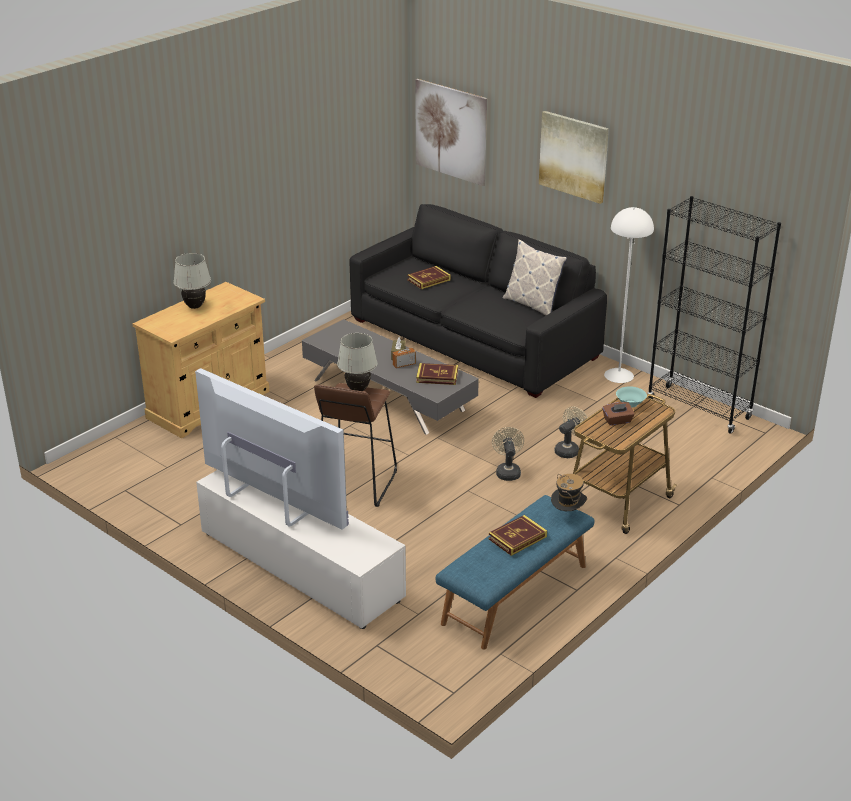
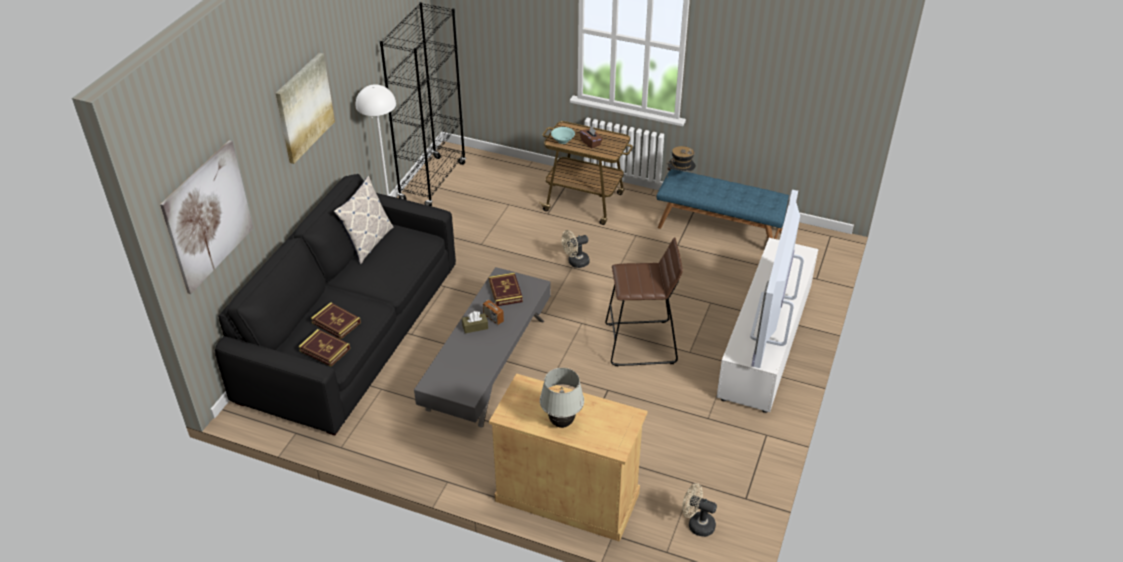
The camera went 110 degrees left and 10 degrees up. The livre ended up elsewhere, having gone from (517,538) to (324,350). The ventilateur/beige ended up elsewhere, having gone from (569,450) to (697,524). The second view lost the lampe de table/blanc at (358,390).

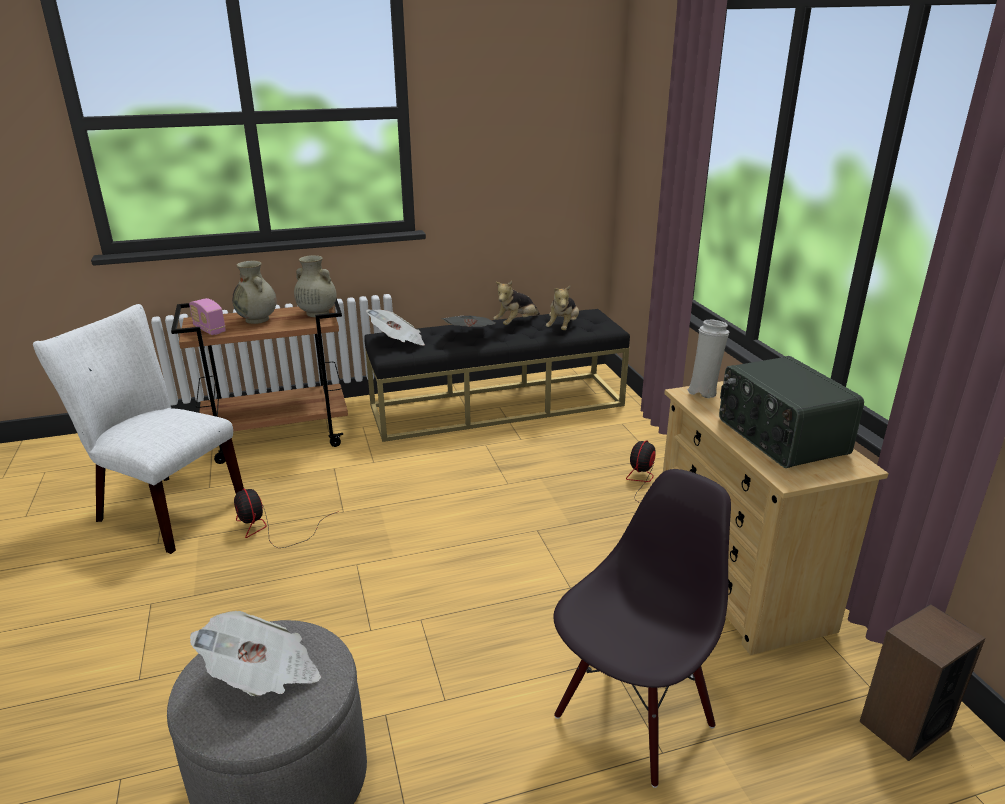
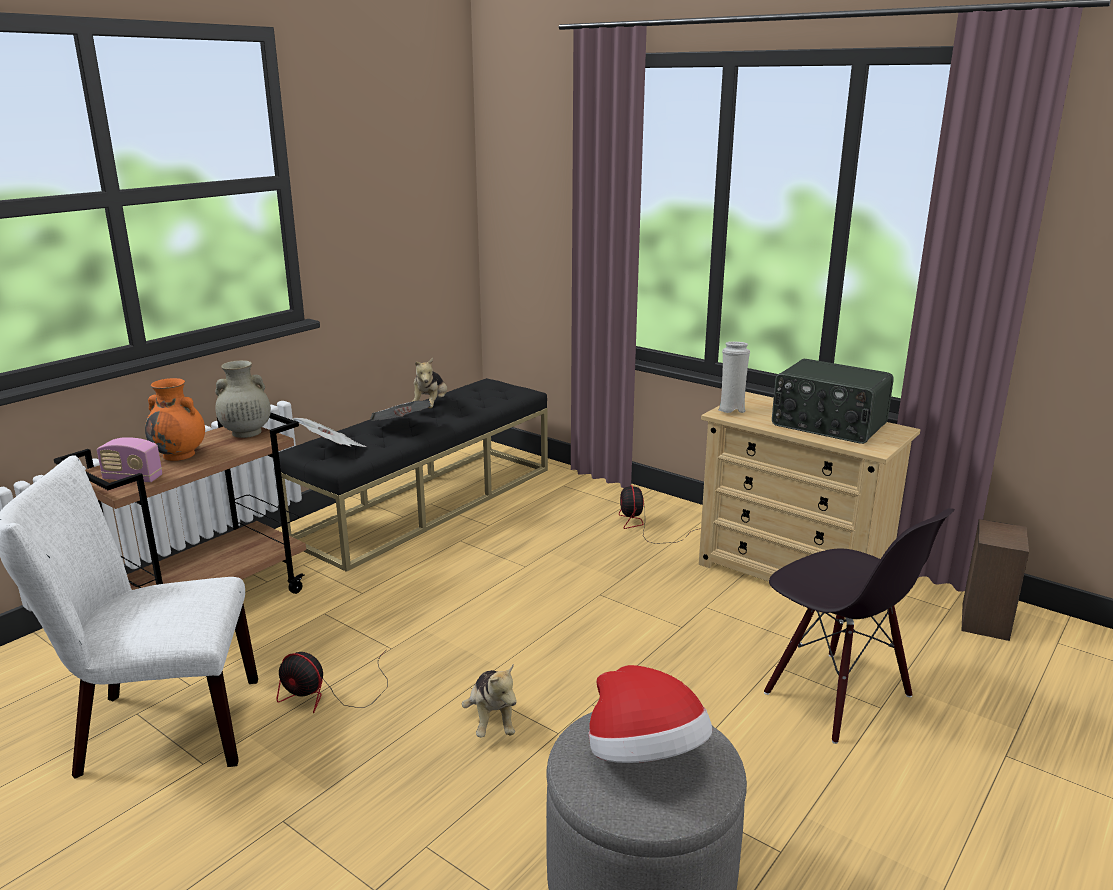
The camera went 35 degrees left and 5 degrees down. What was the vase/beige at (257,320) turned into the vase/orange at (180,455). The peluche ended up elsewhere, having gone from (563,327) to (491,721). Where the journal stood at (263,676), the chapeau came to stand at (645,757). The chaise/noir at (632,718) ended up facing another way, 135 degrees clockwise from before.

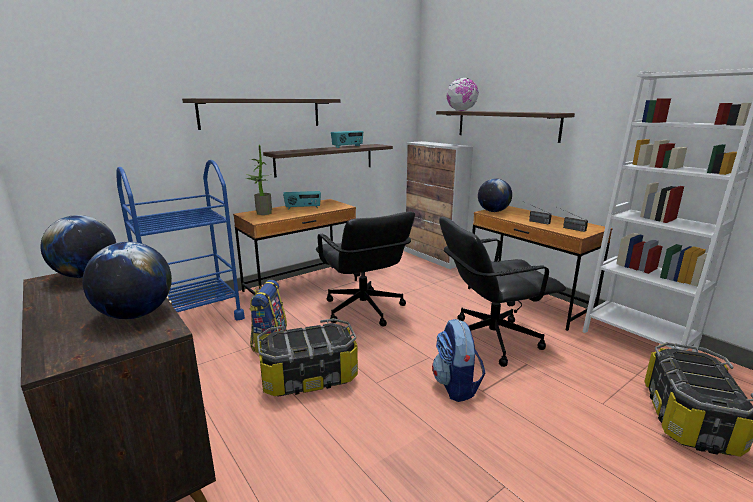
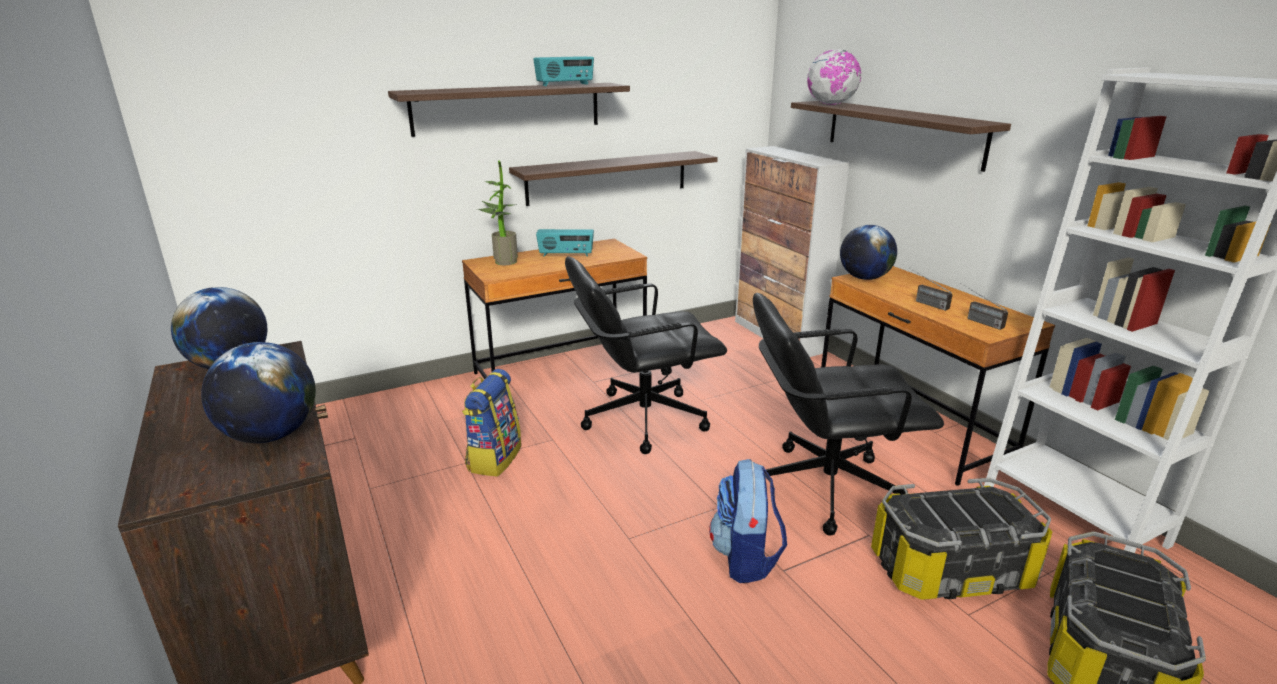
The camera went 10 degrees right and 5 degrees up. The radio ended up elsewhere, having gone from (347,146) to (565,85). The chaise de bureau/noir at (363,309) ended up facing another way, 90 degrees clockwise from before. The boîte de rangement ended up elsewhere, having gone from (309,377) to (950,568). The second view lost the chariot/bleu at (193,318).

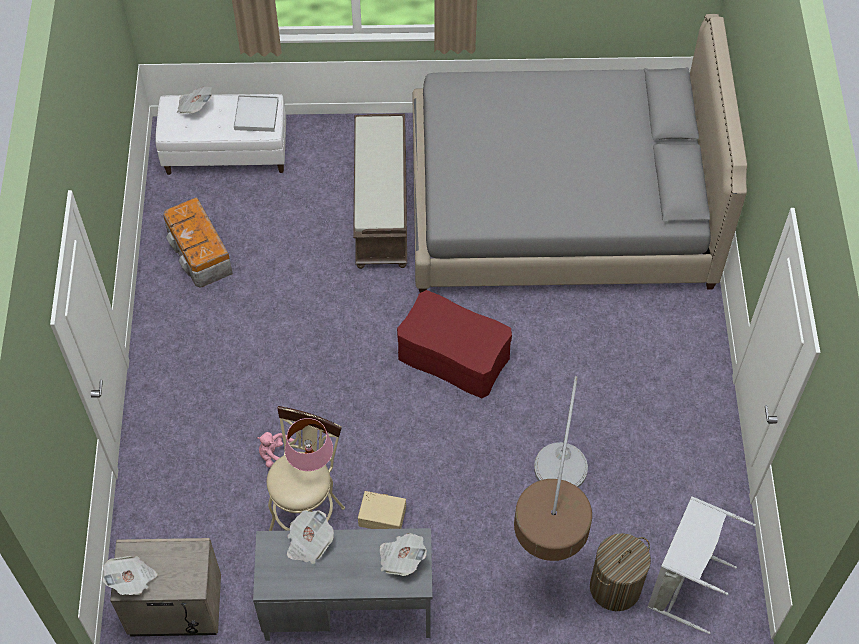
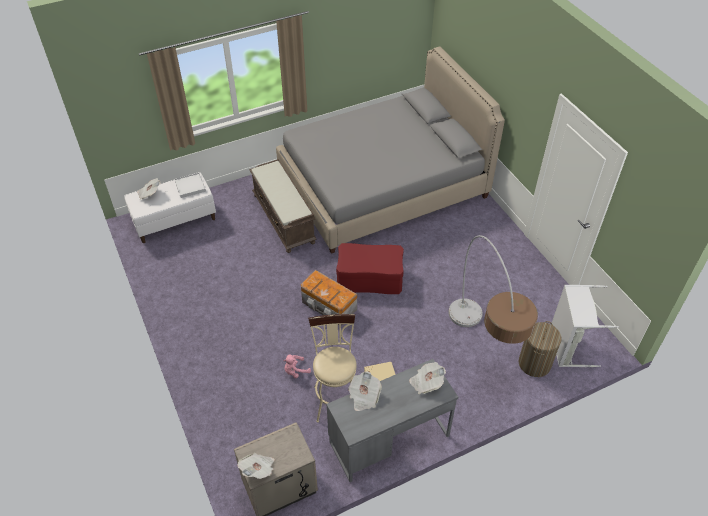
The camera went 25 degrees left and 10 degrees down. The boîte de rangement ended up elsewhere, having gone from (200,254) to (329,306). The second view lost the lampe de table/rose at (310,463).

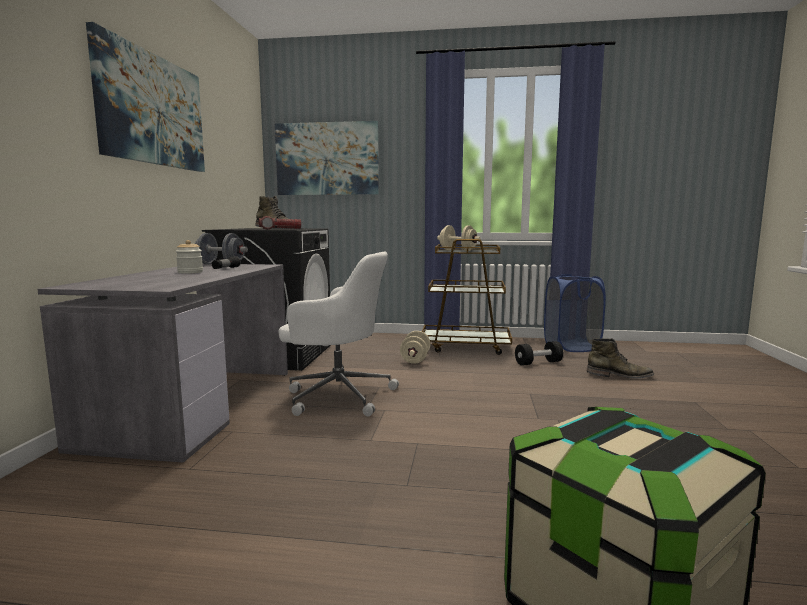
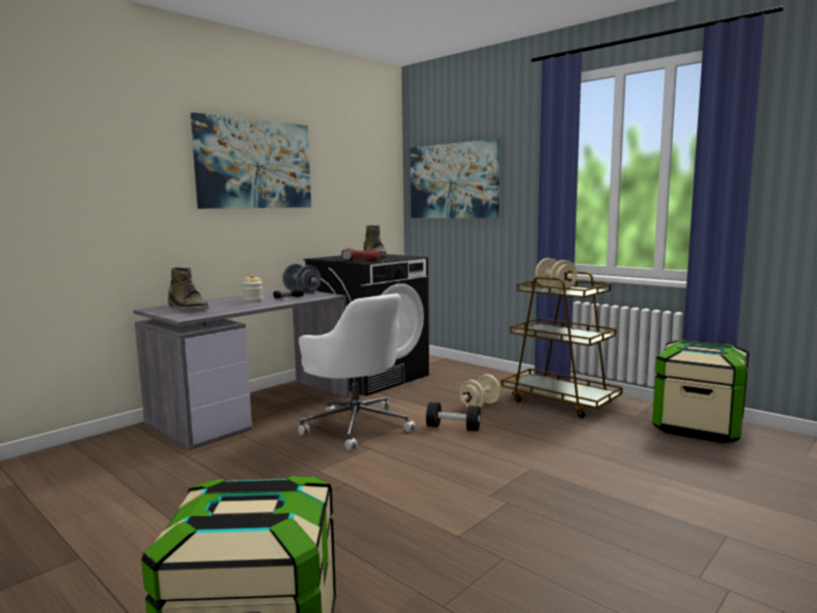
The camera went 35 degrees right and 0 degrees up. The botte/vert ended up elsewhere, having gone from (619,376) to (188,308). The haltère/noir ended up elsewhere, having gone from (538,363) to (453,428). Where the panier à linge/bleu stood at (571,347), the boîte de rangement came to stand at (697,427).

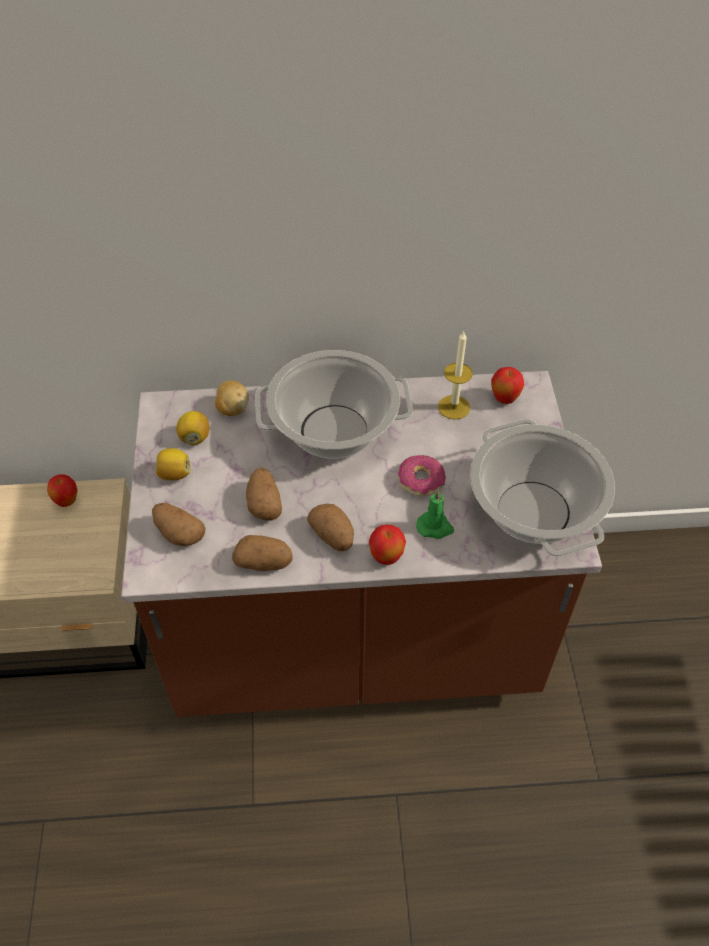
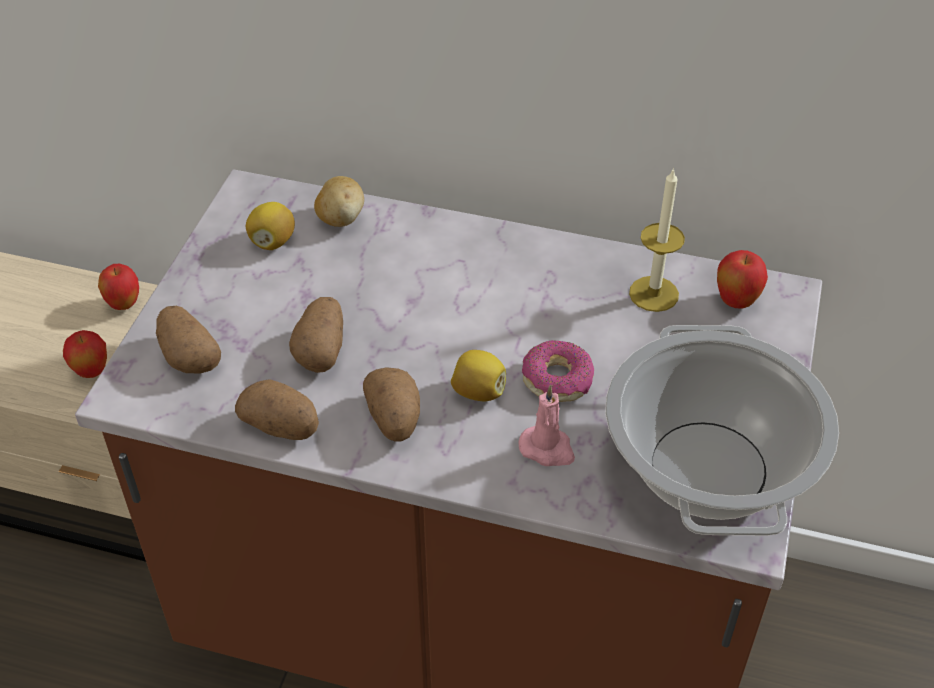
The camera went 20 degrees right and 5 degrees down. The pomme ended up elsewhere, having gone from (386,557) to (92,372). The citron ended up elsewhere, having gone from (174,474) to (478,391). What was the bougie/vert at (435,527) turned into the bougie/rose at (548,449). The second view lost the marmite at (333,432).

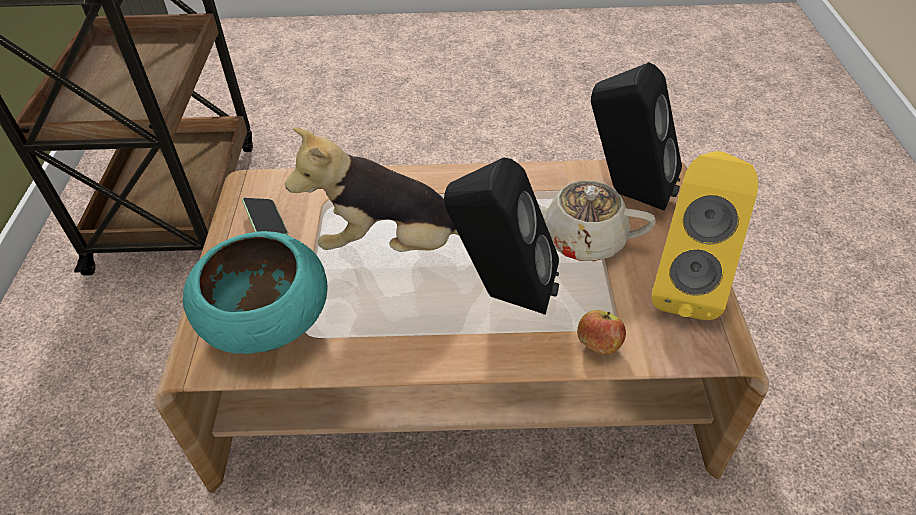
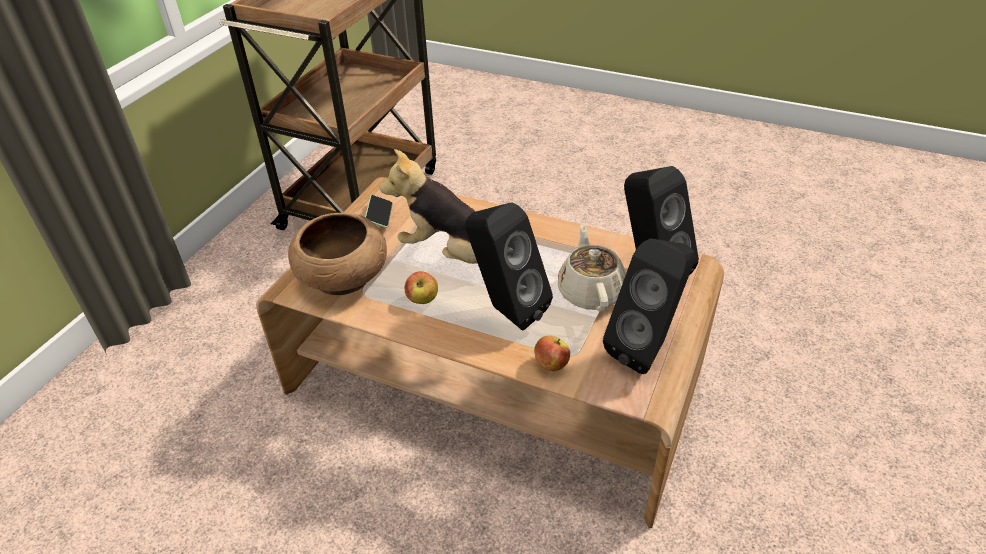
The camera went 25 degrees right and 5 degrees down. What was the bol/turquoise at (267,323) turned into the bol/marron at (343,278). The second view gained the pomme at (422,299). The théière/beige at (581,239) ended up facing another way, 45 degrees clockwise from before. What was the enceinte/jaune at (685,286) turned into the enceinte/noir at (647,348).

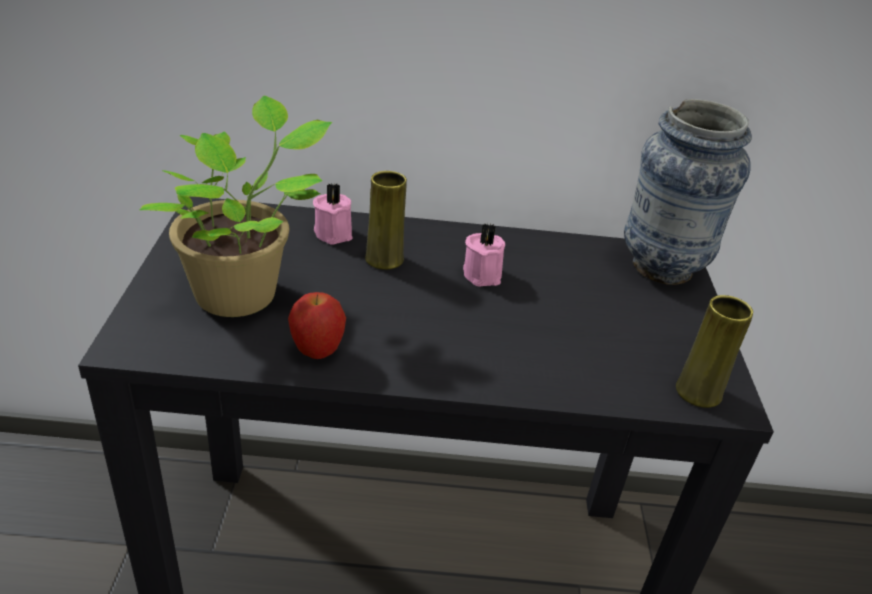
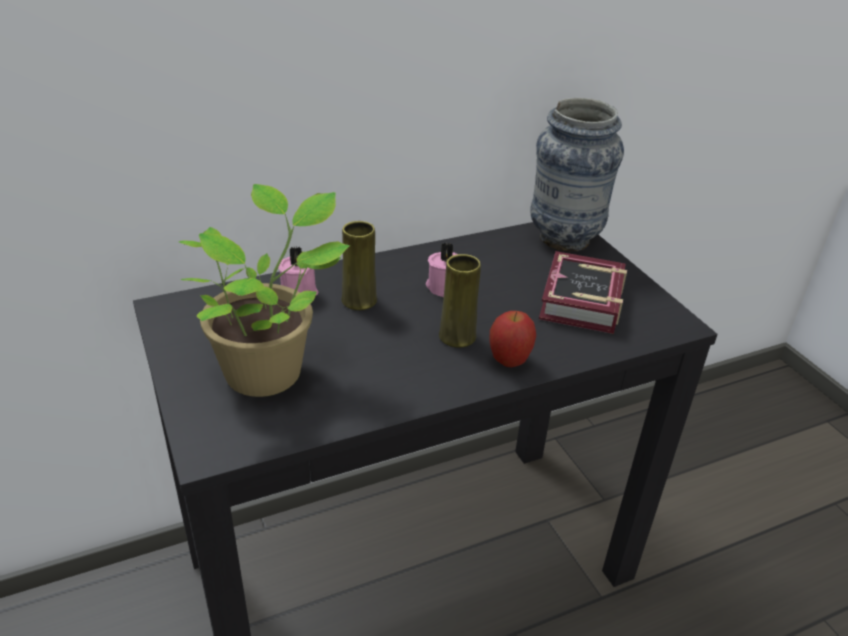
The camera went 25 degrees left and 0 degrees up. The vase/jaune ended up elsewhere, having gone from (698,392) to (457,336). The pomme ended up elsewhere, having gone from (317,352) to (509,361). The second view gained the livre at (578,303).

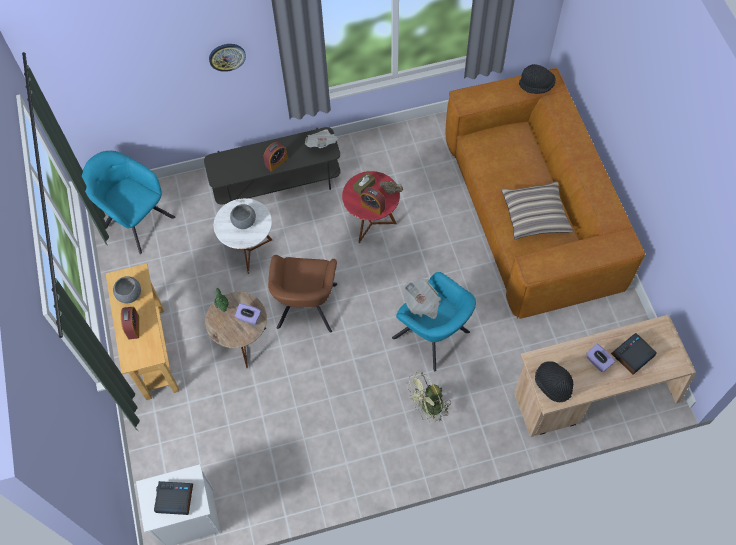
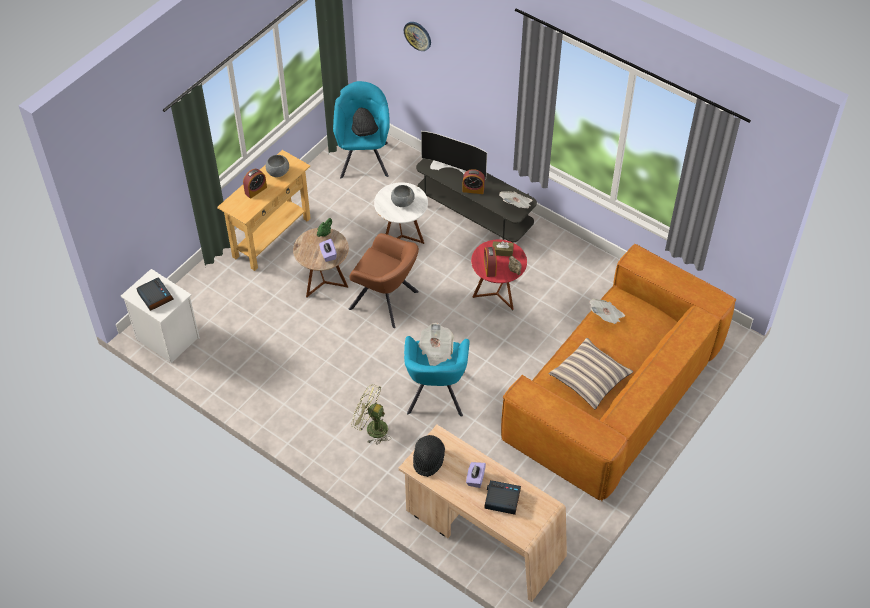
The camera went 50 degrees right and 10 degrees down. The fauteuil/marron at (307,308) ended up facing another way, 120 degrees counterclockwise from before. The chapeau/noir ended up elsewhere, having gone from (536,86) to (364,131). The horloge murale ended up elsewhere, having gone from (227,56) to (418,35). The second view gained the téléviseur at (455,168). The second view gained the journal at (606,317).

